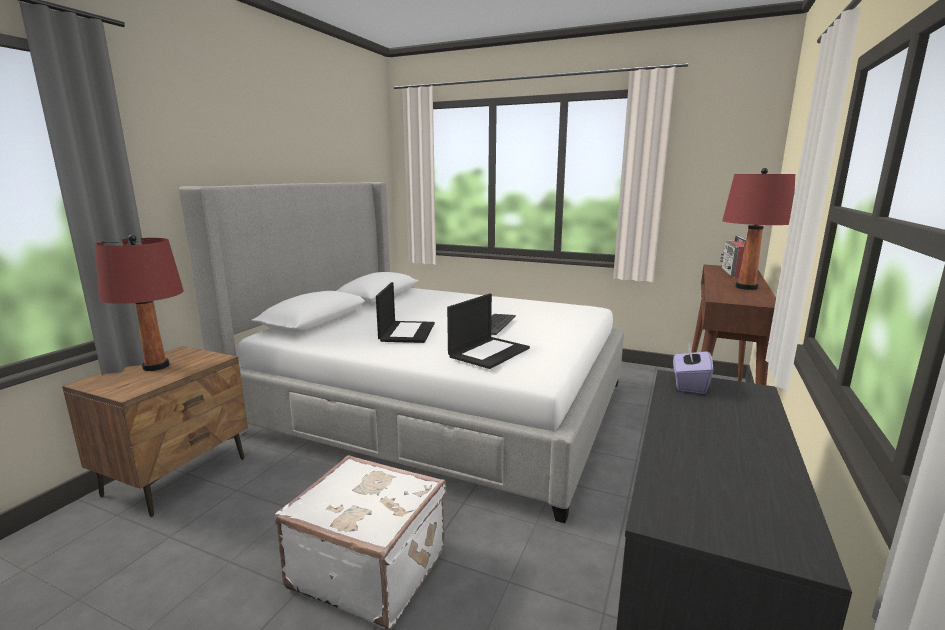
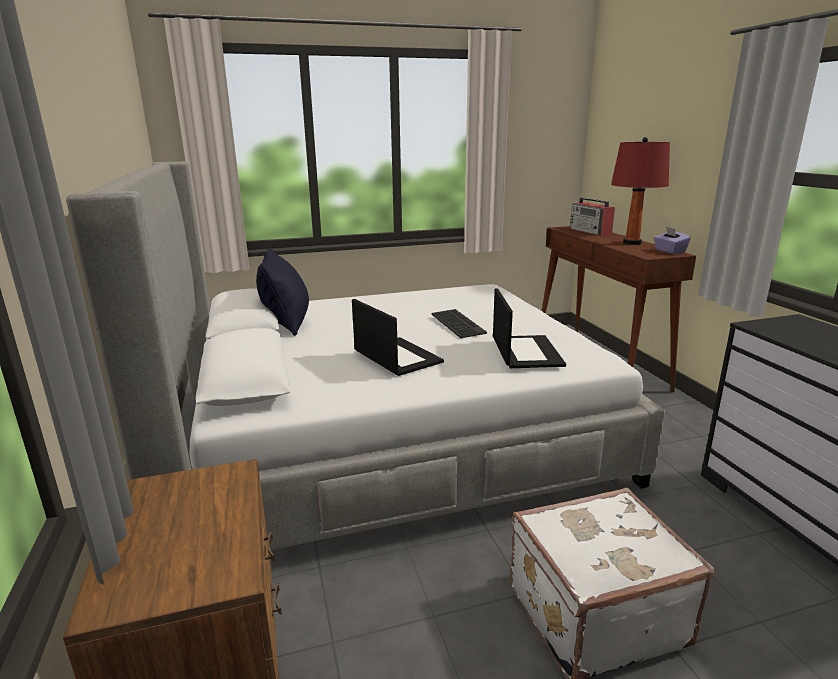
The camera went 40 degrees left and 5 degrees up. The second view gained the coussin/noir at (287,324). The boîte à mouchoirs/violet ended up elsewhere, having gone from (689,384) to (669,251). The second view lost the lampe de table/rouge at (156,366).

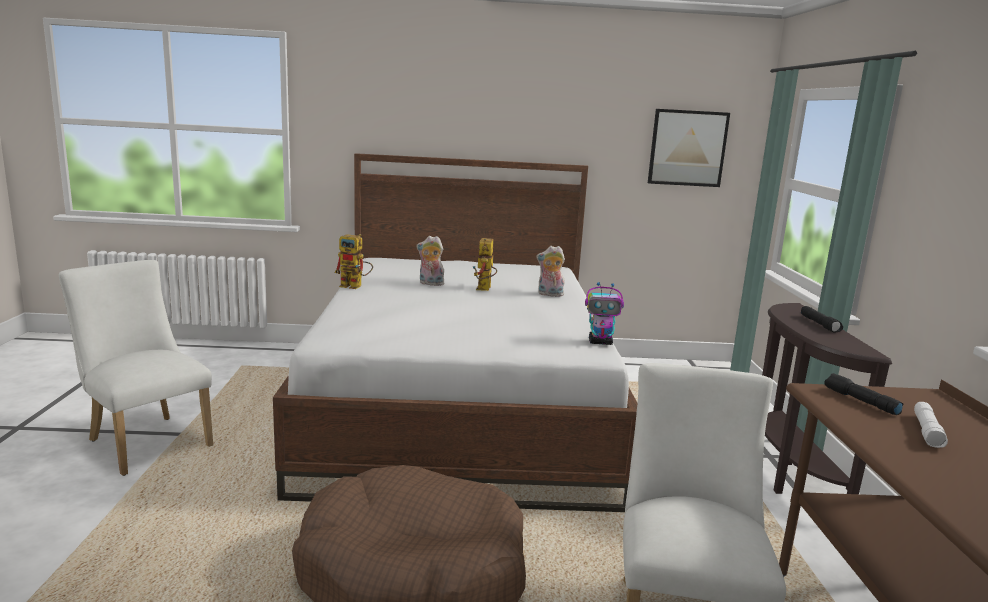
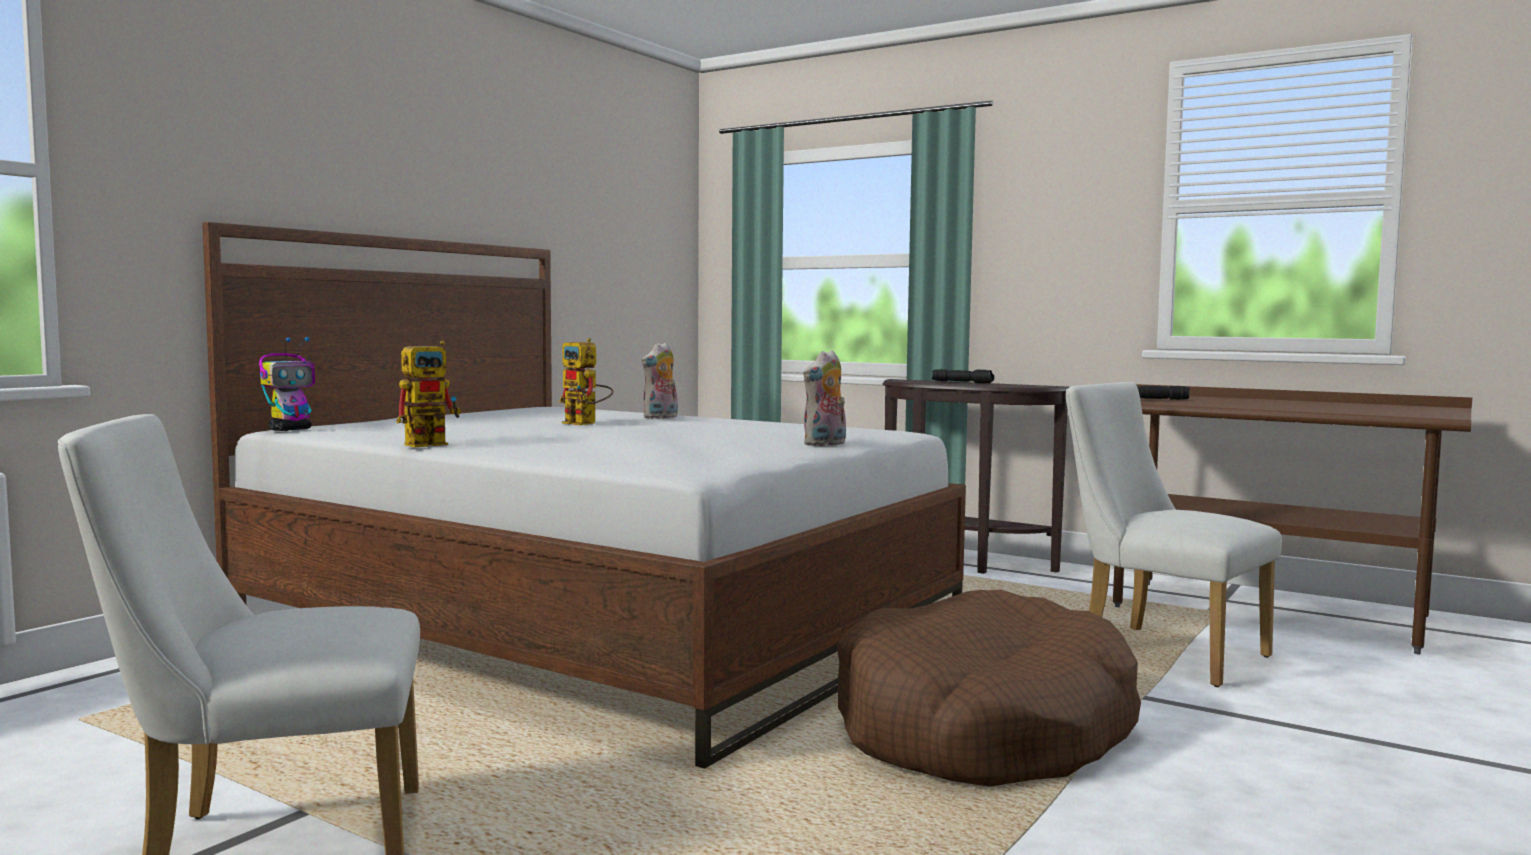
The camera went 55 degrees left and 10 degrees down. The robot jouet ended up elsewhere, having gone from (601,342) to (291,429). The peluche ended up elsewhere, having gone from (430,284) to (825,444). The second view lost the tableau at (687,148). The second view lost the lampe de poche/blanc at (928,432).

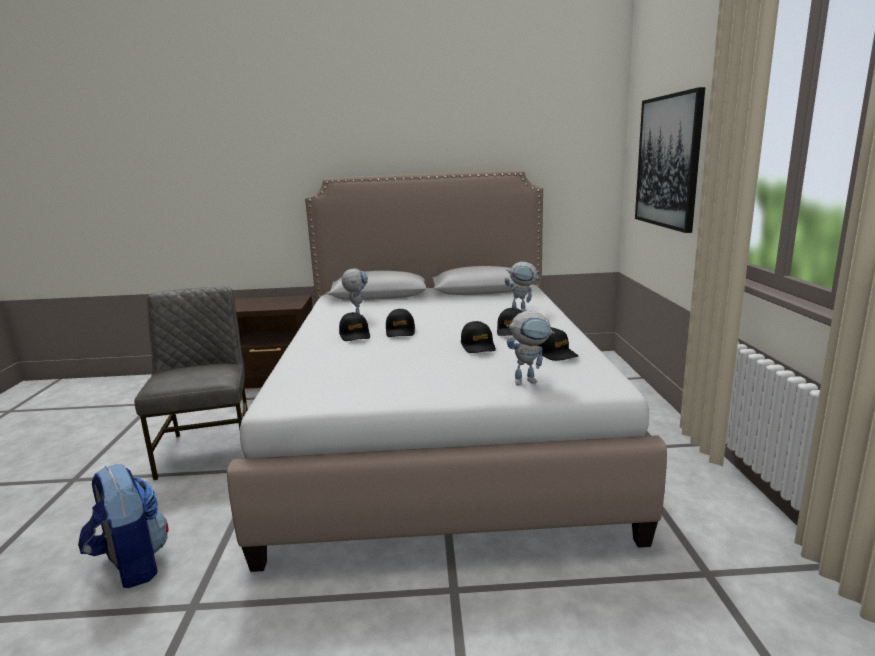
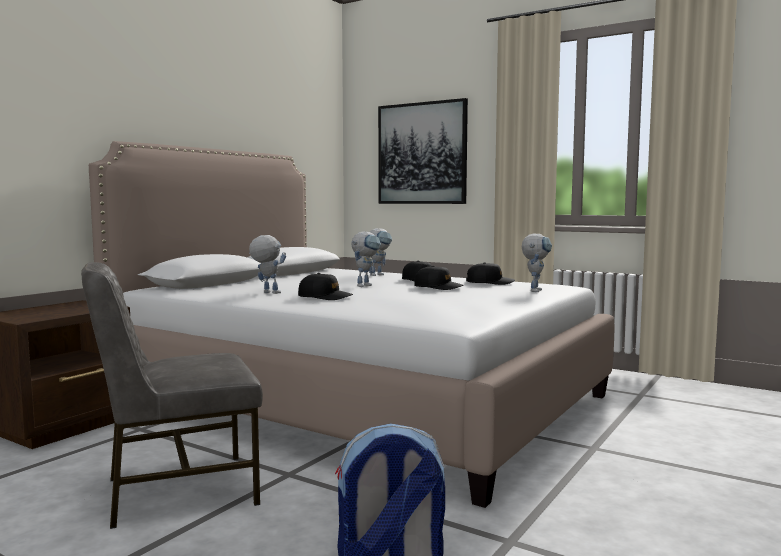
The camera went 55 degrees left and 10 degrees down. The chaise/gris at (209,449) ended up facing another way, 45 degrees counterclockwise from before. The second view gained the robot jouet at (366,285). The second view lost the casquette/noir at (400,331).

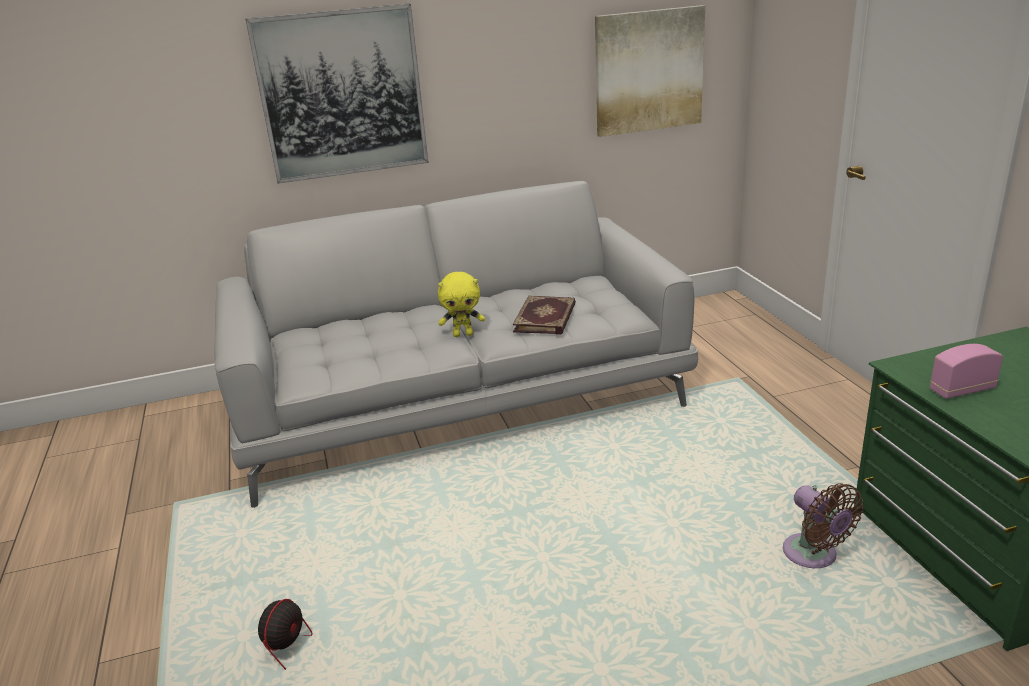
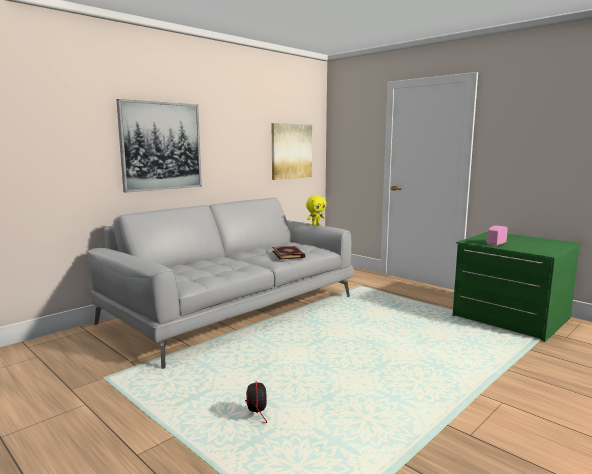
The camera went 30 degrees left and 15 degrees down. The peluche/jaune ended up elsewhere, having gone from (463,334) to (316,225). The second view lost the ventilateur/marron at (813,556).

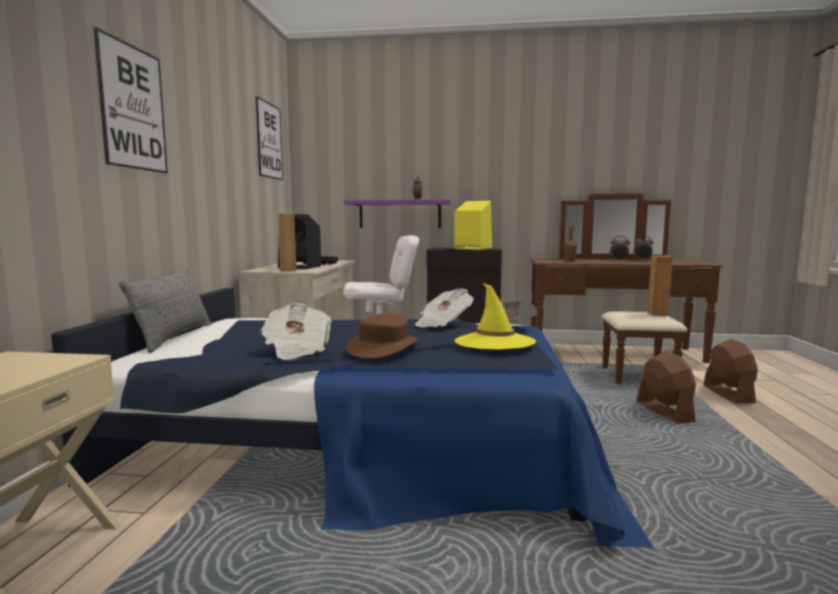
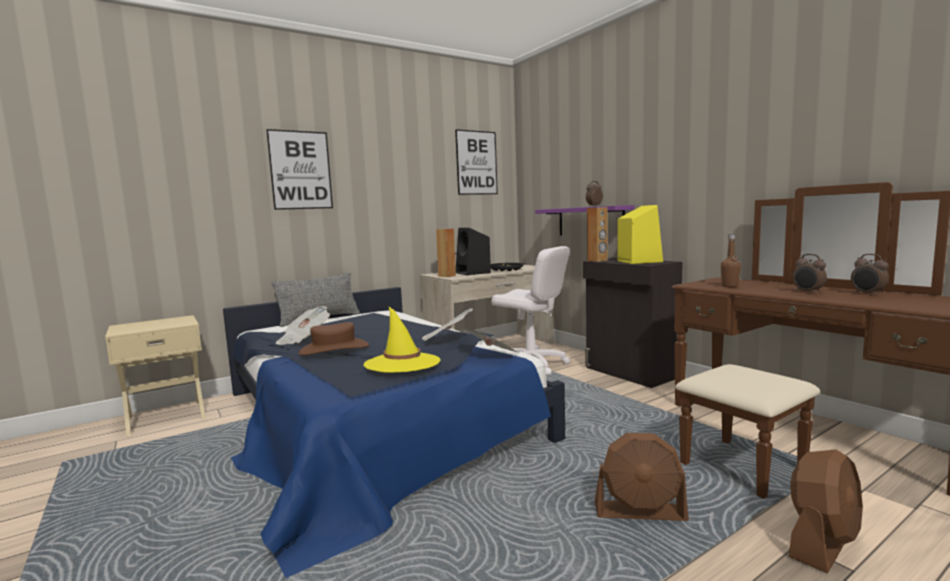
The camera went 50 degrees right and 0 degrees up. The enceinte/marron ended up elsewhere, having gone from (657,314) to (597,260). The ventilateur/marron at (664,412) ended up facing another way, 60 degrees clockwise from before.

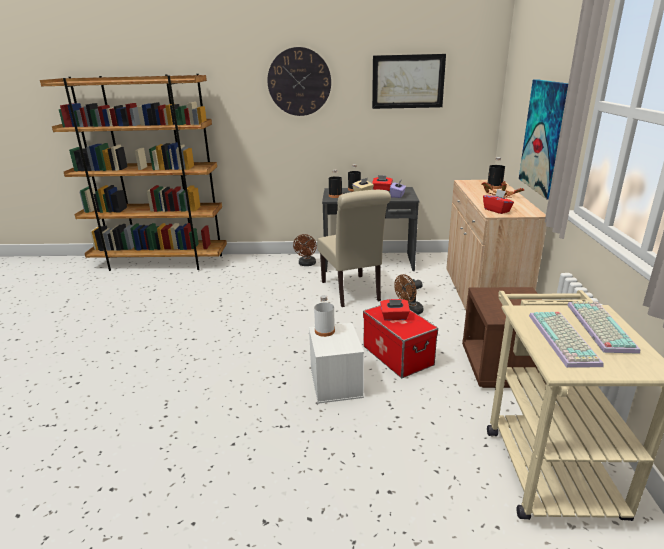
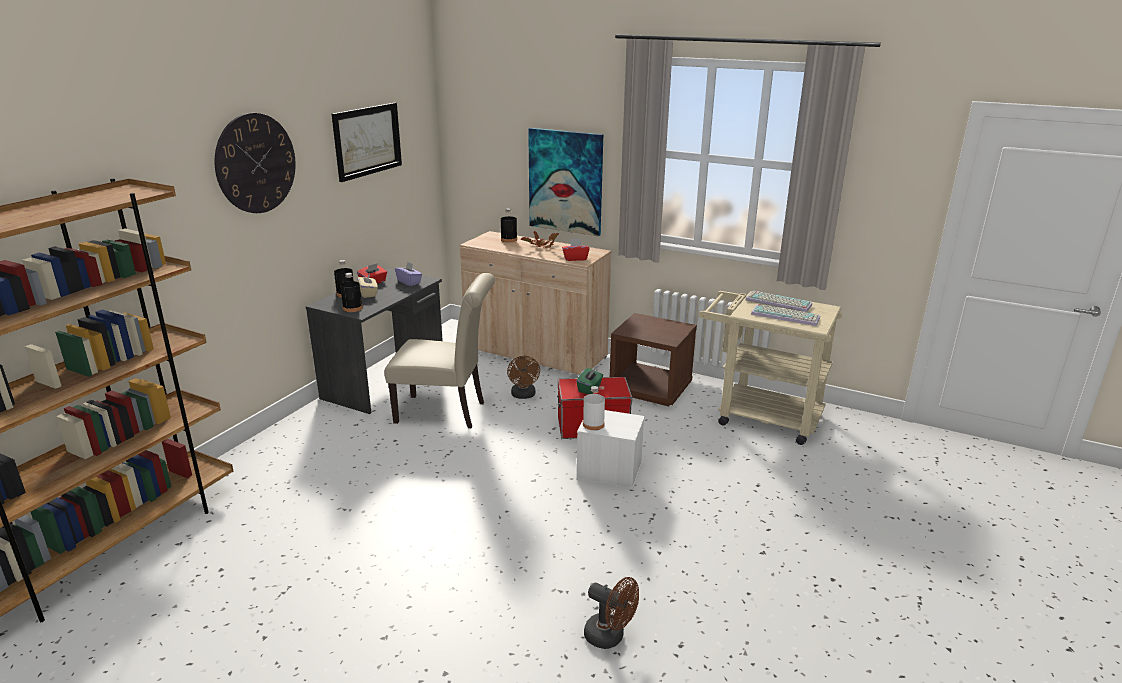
The camera went 65 degrees left and 0 degrees up. What was the boîte à mouchoirs/rouge at (394,317) turned into the boîte à mouchoirs/vert at (589,389). The ventilateur/marron ended up elsewhere, having gone from (306,264) to (610,637).

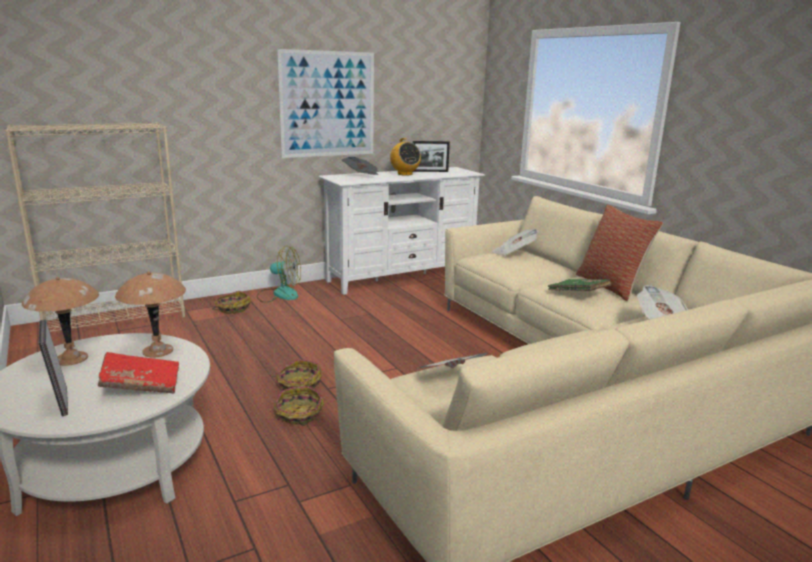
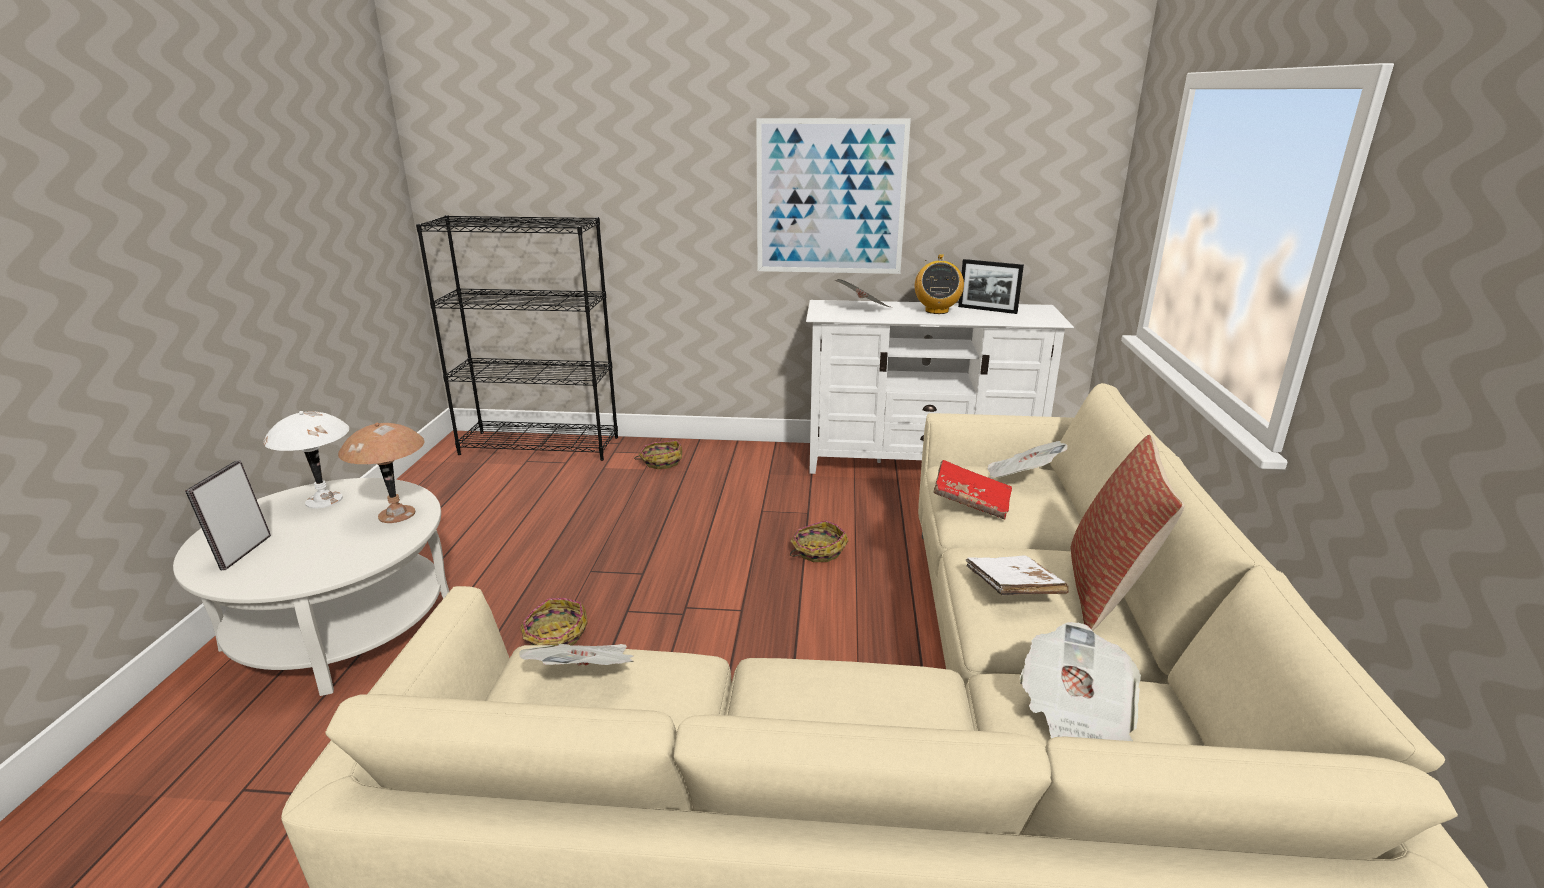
The camera went 35 degrees right and 5 degrees up. What was the lampe de table/marron at (72,358) turned into the lampe de table/blanc at (325,500). What was the bibliothèque/beige at (116,319) turned into the bibliothèque/noir at (541,445). The panier ended up elsewhere, having gone from (299,384) to (817,551). The livre/rouge ended up elsewhere, having gone from (141,385) to (971,502). What was the livre/vert at (578,294) turned into the livre/blanc at (1012,589). The second view lost the ventilateur at (279,294).

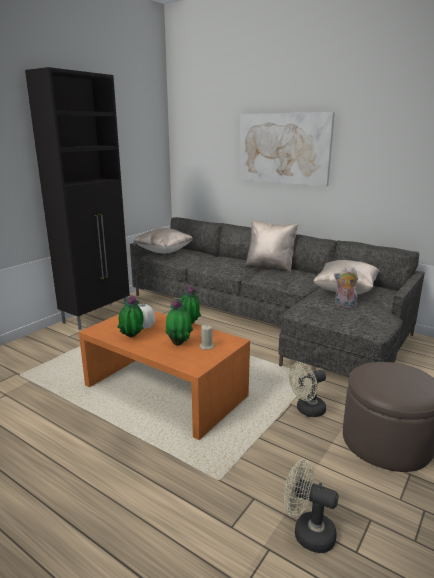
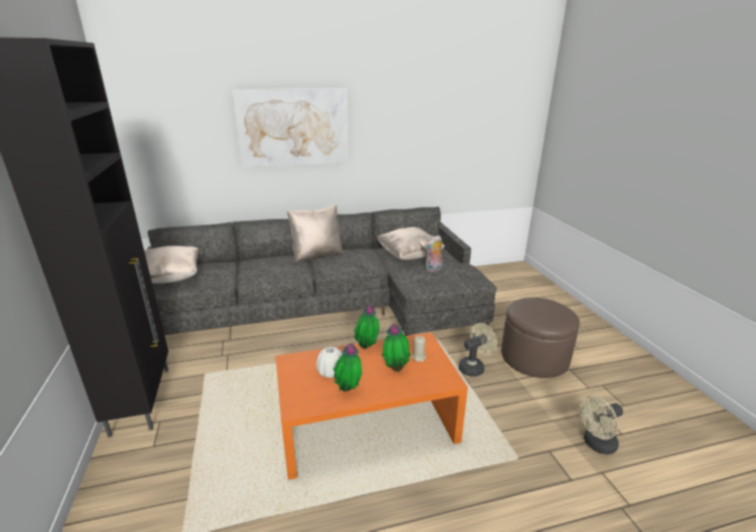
The camera went 50 degrees left and 5 degrees up. The ventilateur/beige at (307,411) ended up facing another way, 135 degrees counterclockwise from before.

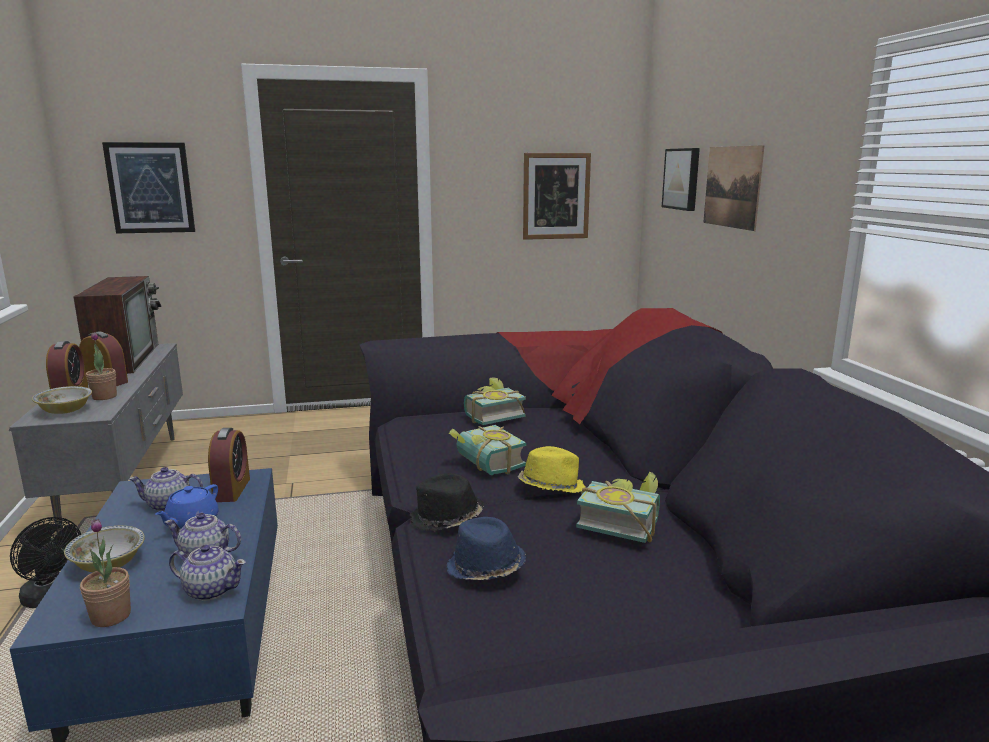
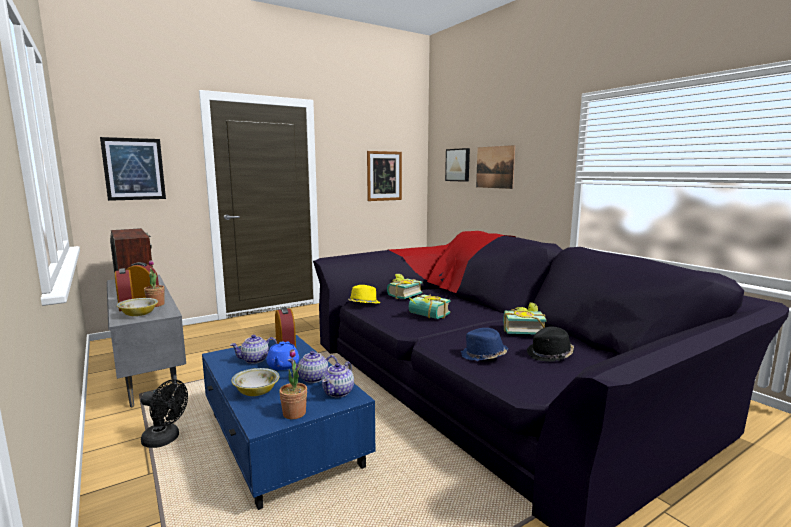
The camera went 20 degrees left and 5 degrees down. The théière at (211,590) ended up facing another way, 120 degrees clockwise from before. The chapeau/jaune ended up elsewhere, having gone from (550,487) to (363,304). The chapeau/noir ended up elsewhere, having gone from (446,519) to (550,355).

